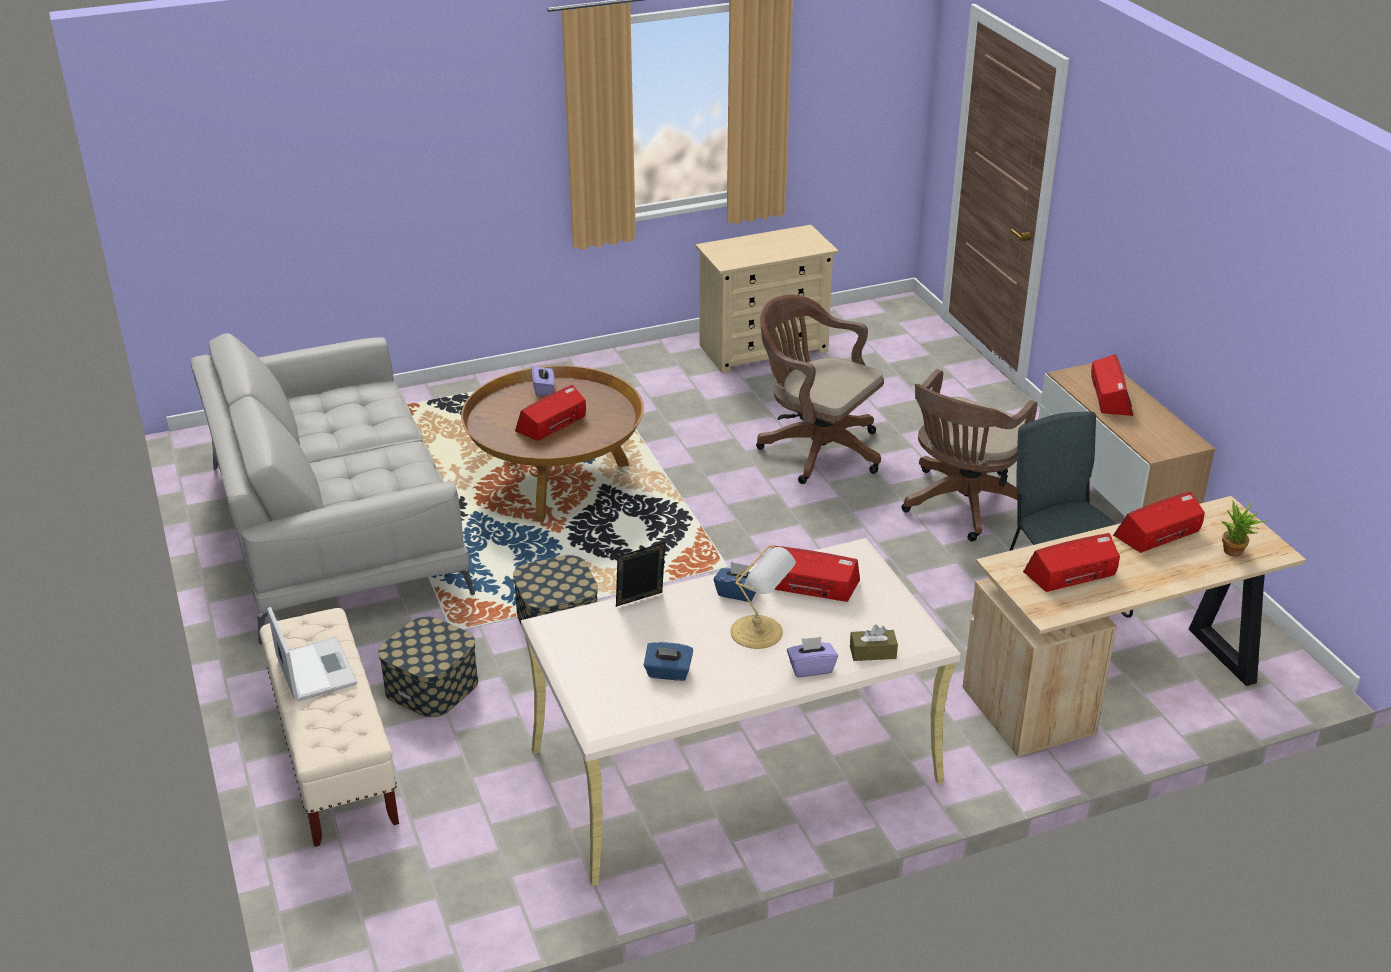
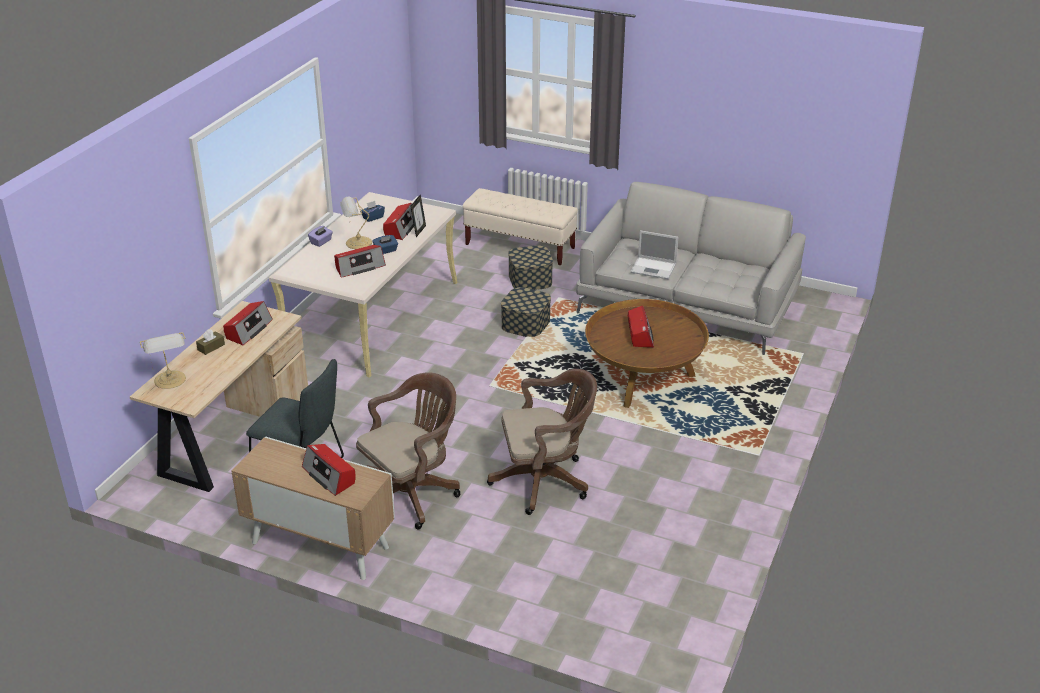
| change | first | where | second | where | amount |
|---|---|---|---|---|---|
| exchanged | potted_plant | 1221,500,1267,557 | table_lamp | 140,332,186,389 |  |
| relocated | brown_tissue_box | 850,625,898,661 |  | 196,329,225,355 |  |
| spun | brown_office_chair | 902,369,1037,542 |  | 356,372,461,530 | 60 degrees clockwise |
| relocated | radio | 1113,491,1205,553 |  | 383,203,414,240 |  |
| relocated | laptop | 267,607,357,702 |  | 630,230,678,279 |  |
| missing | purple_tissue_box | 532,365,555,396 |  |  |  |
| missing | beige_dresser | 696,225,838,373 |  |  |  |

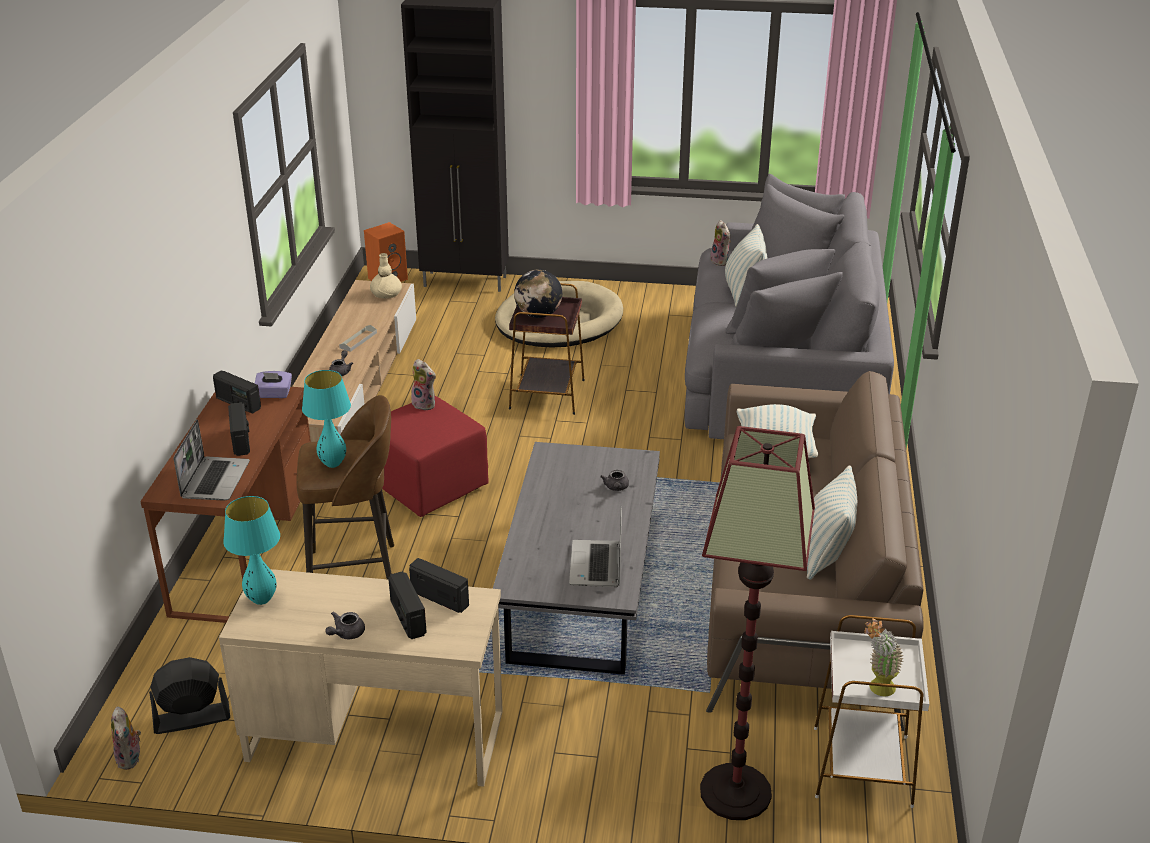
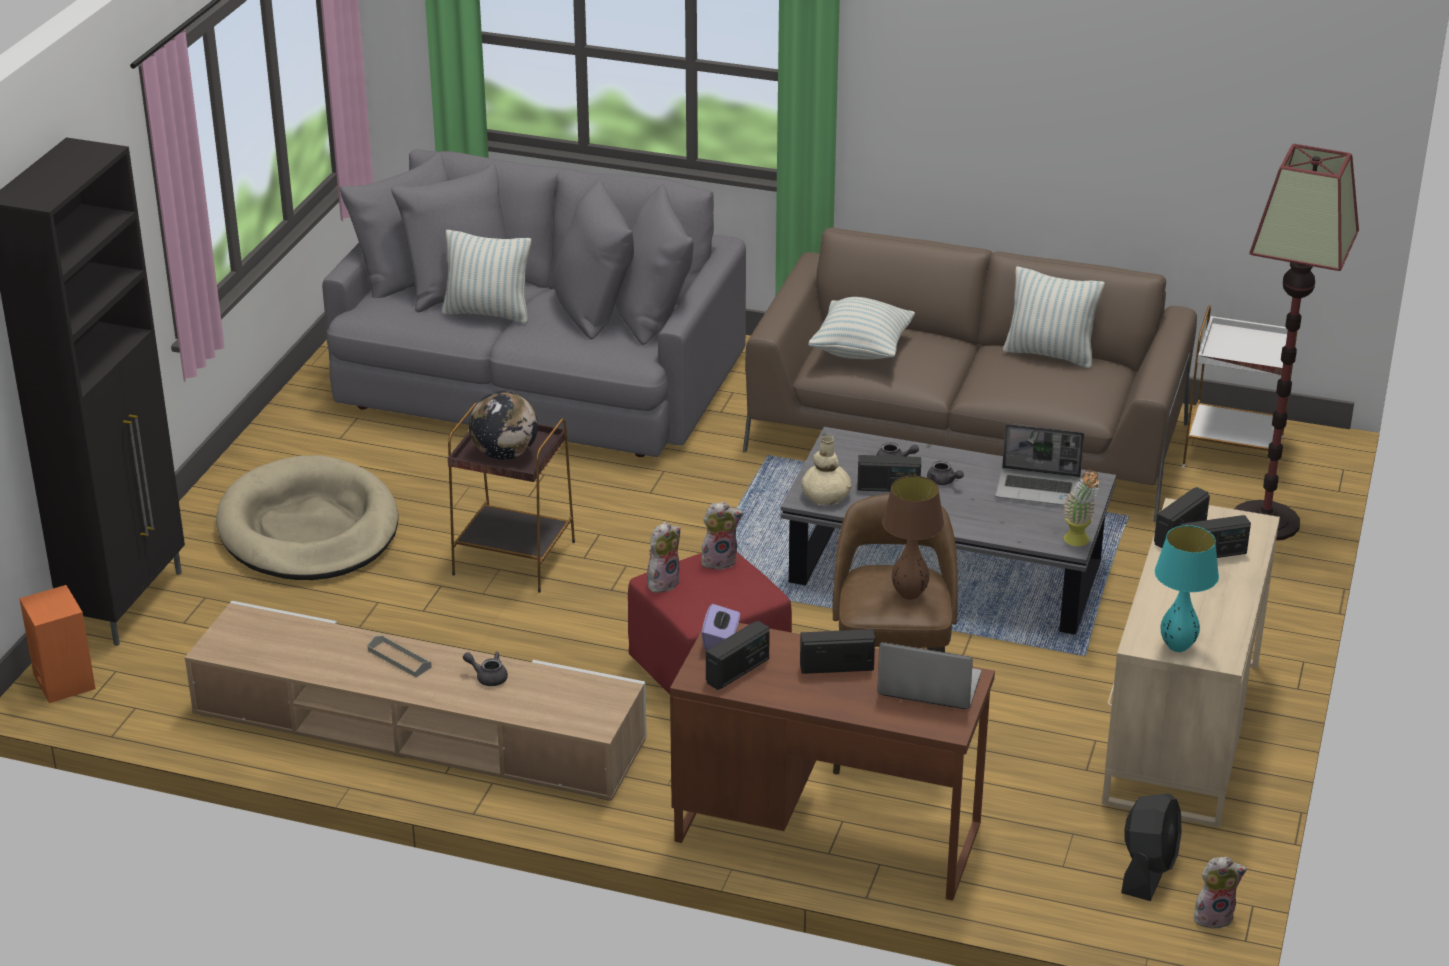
| change | first | where | second | where | amount |
|---|---|---|---|---|---|
| relocated | plush_toy | 710,220,731,266 |  | 701,502,743,570 |  |
| relocated | beige_vase | 370,253,402,299 |  | 801,435,852,505 |  |
| appeared |  |  | radio | 857,455,921,492 |  |
| colour | turquoise_table_lamp | 302,370,351,468 | brown_table_lamp | 882,476,944,600 |  |
| relocated | grey_teapot | 325,612,365,639 |  | 927,461,964,485 |  |
| relocated | potted_plant | 864,618,904,697 |  | 1063,469,1101,546 |  |
| spun | black_fan | 149,657,230,734 |  | 1121,794,1182,901 | 150 degrees counterclockwise |

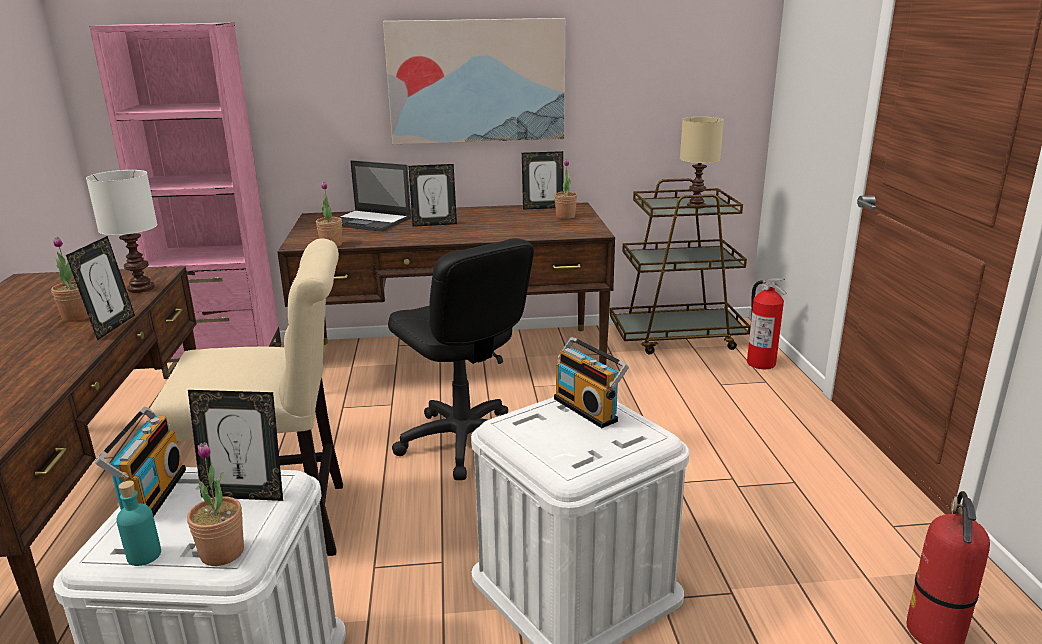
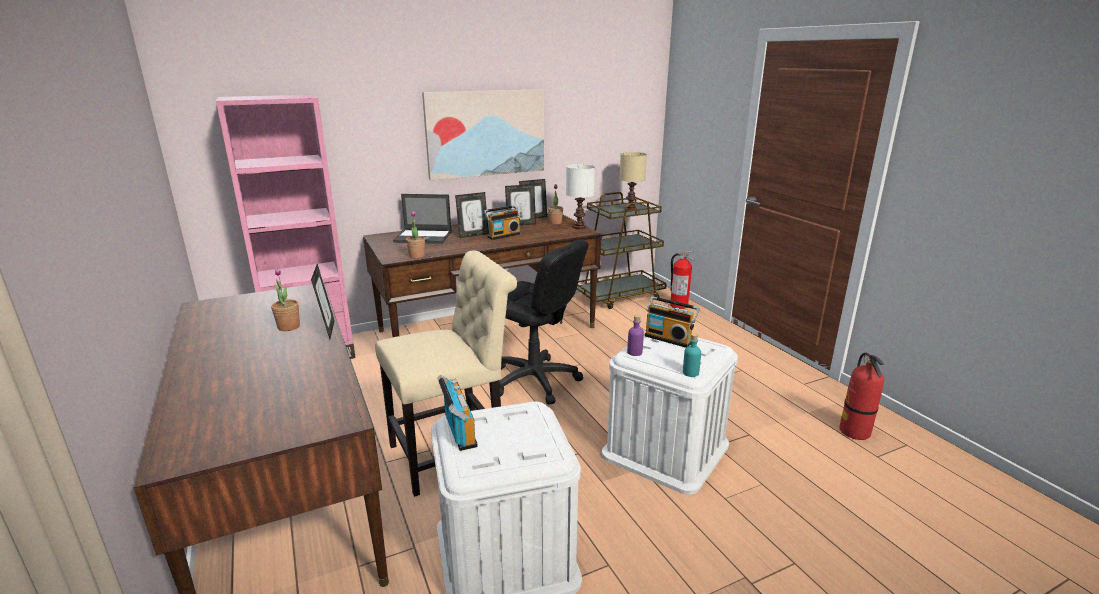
| change | first | where | second | where | amount |
|---|---|---|---|---|---|
| appeared |  |  | radio | 484,205,520,240 |  |
| relocated | picture_frame | 188,390,283,501 |  | 505,184,536,225 |  |
| relocated | white_table_lamp | 86,170,157,293 |  | 566,164,595,229 |  |
| appeared |  |  | purple_bottle | 627,315,644,356 |  |
| relocated | turquoise_bottle | 116,481,161,566 |  | 683,333,701,377 |  |
| missing | potted_plant | 187,442,244,566 |  |  |  |

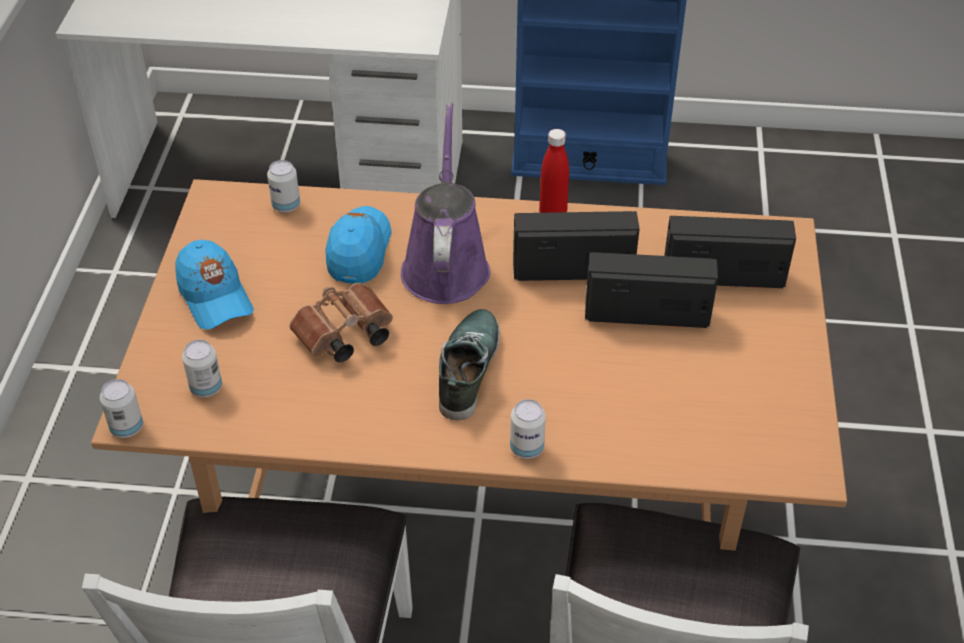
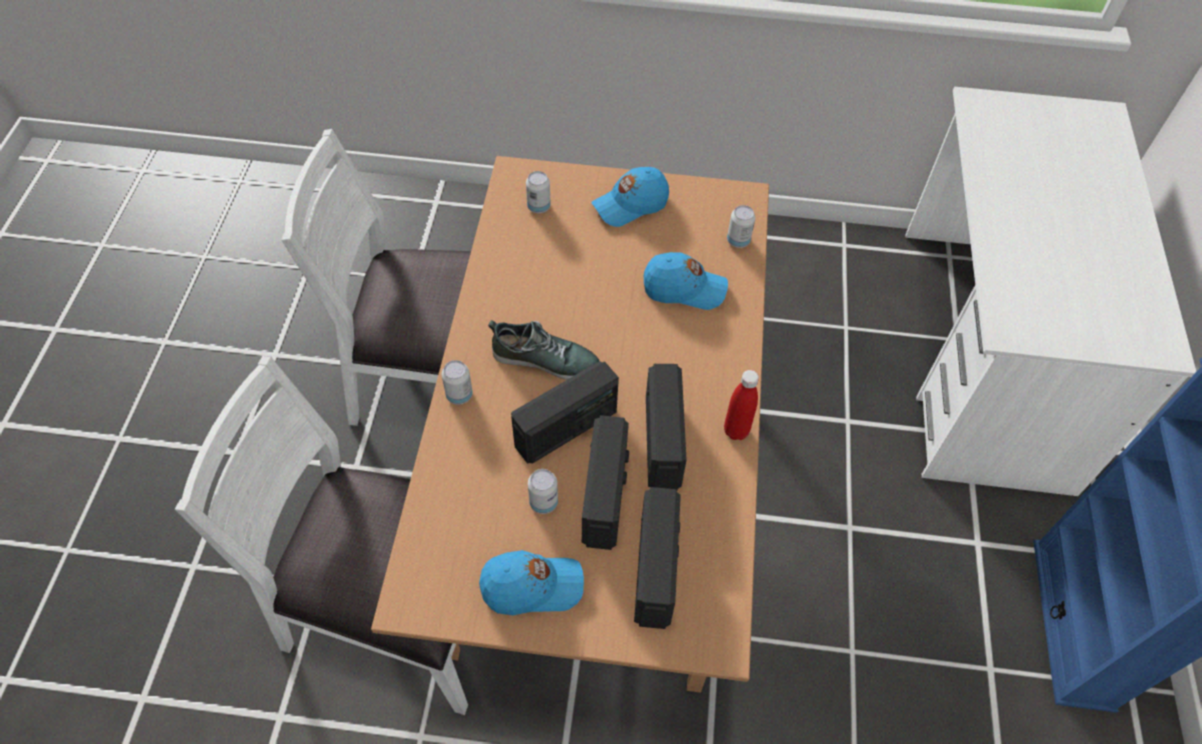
| change | first | where | second | where | amount |
|---|---|---|---|---|---|
| appeared |  |  | blue_cap | 479,550,584,615 |  |
| appeared |  |  | radio | 511,361,619,464 |  |
| relocated | can | 100,379,143,438 |  | 528,469,558,514 |  |
| missing | brown_binoculars | 289,283,393,362 |  |  |  |
| missing | purple_watering_can | 401,103,490,304 |  |  |  |

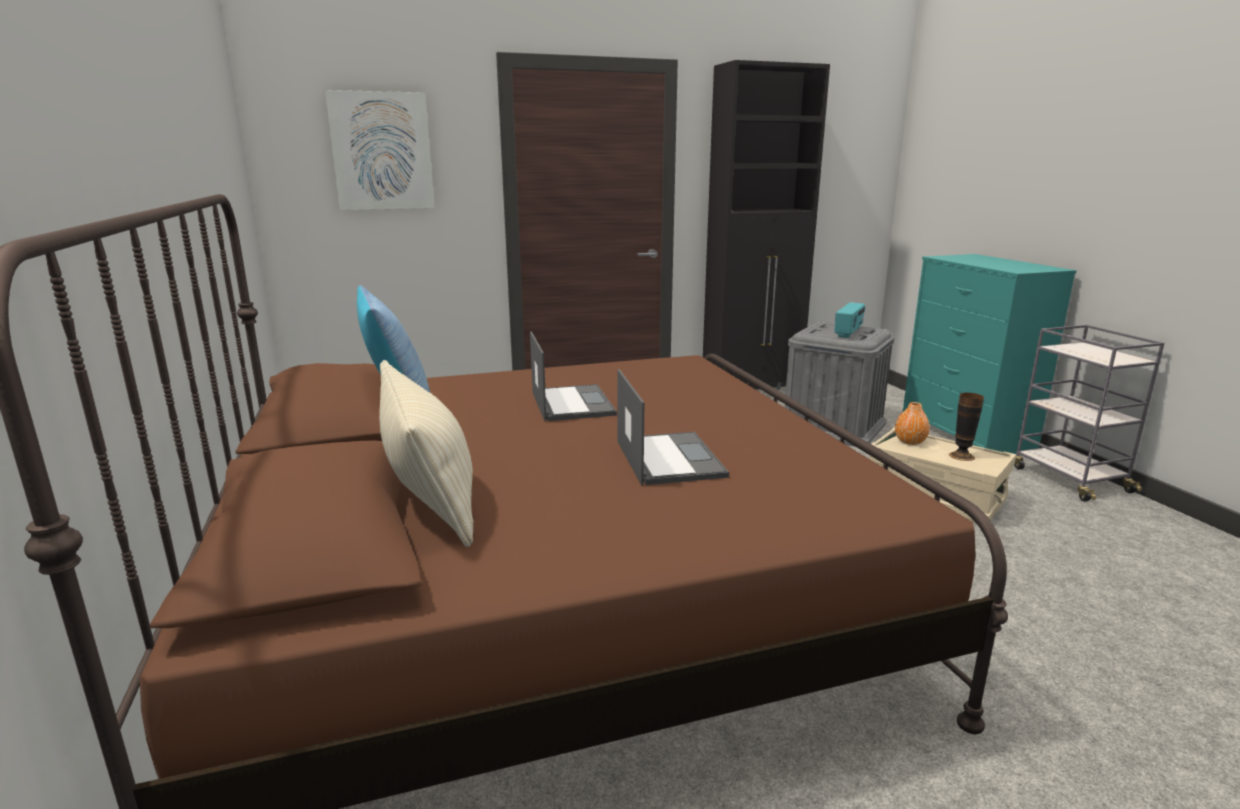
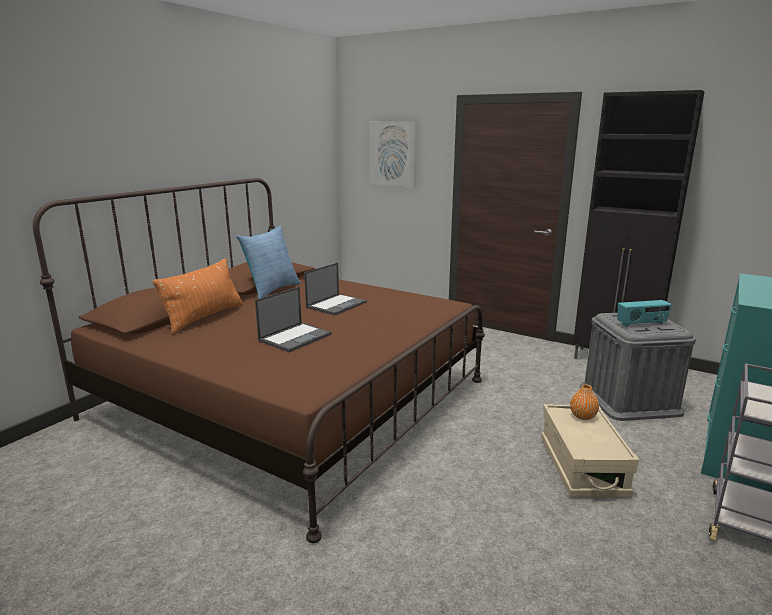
| change | first | where | second | where | amount |
|---|---|---|---|---|---|
| colour | beige_pillow | 379,360,473,547 | orange_pillow | 153,258,243,334 |  |
| missing | vase | 949,393,984,461 |  |  |  |

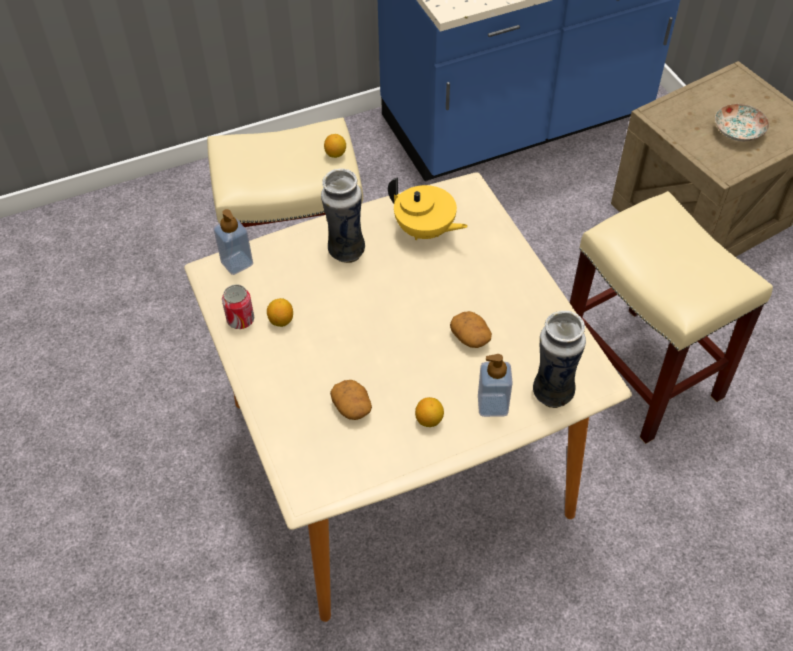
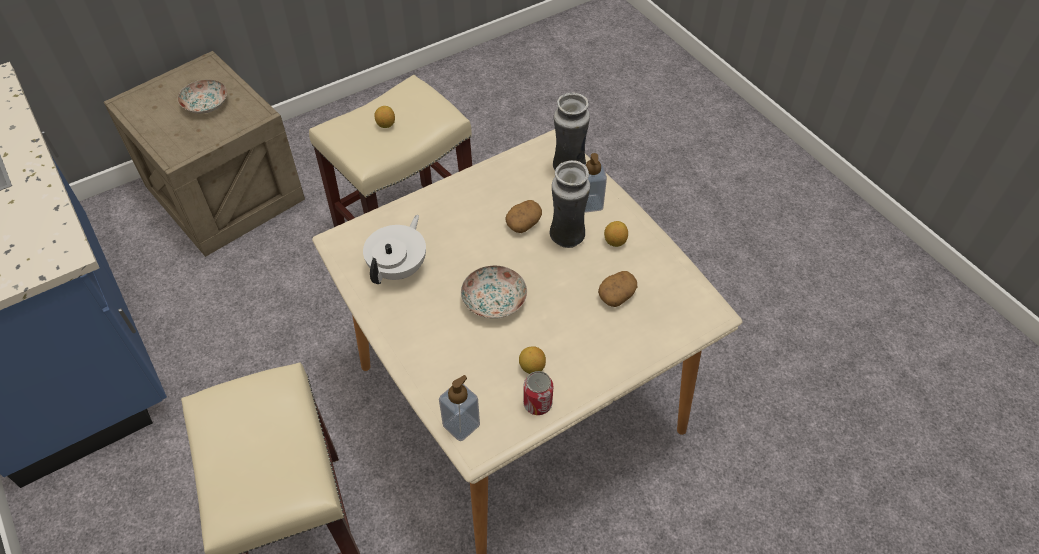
| change | first | where | second | where | amount |
|---|---|---|---|---|---|
| colour | yellow_teapot | 388,177,468,240 | white_teapot | 363,215,426,284 |  |
| relocated | lemon | 324,134,346,158 |  | 374,106,395,128 |  |
| appeared |  |  | plate | 461,266,527,319 |  |
| relocated | vase | 321,168,365,263 |  | 550,160,590,248 |  |

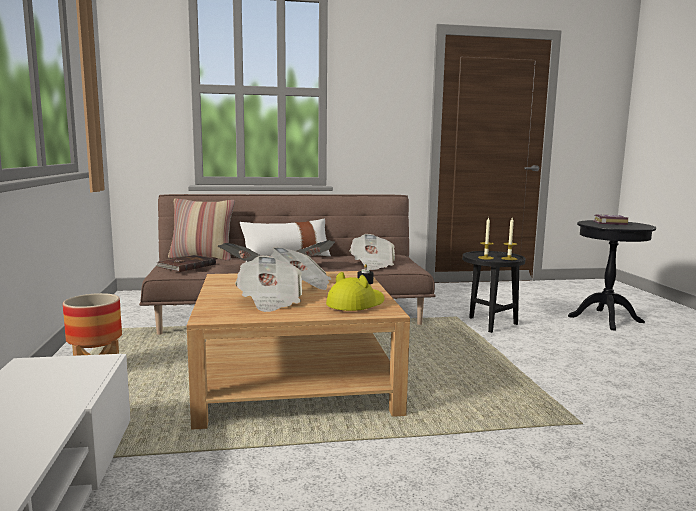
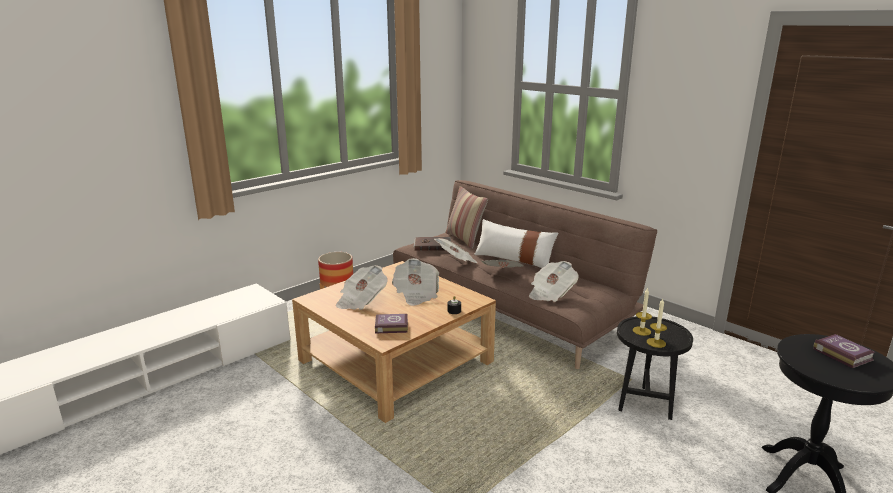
| change | first | where | second | where | amount |
|---|---|---|---|---|---|
| exchanged | yellow_hat | 326,272,385,311 | book | 375,314,408,333 |  |

